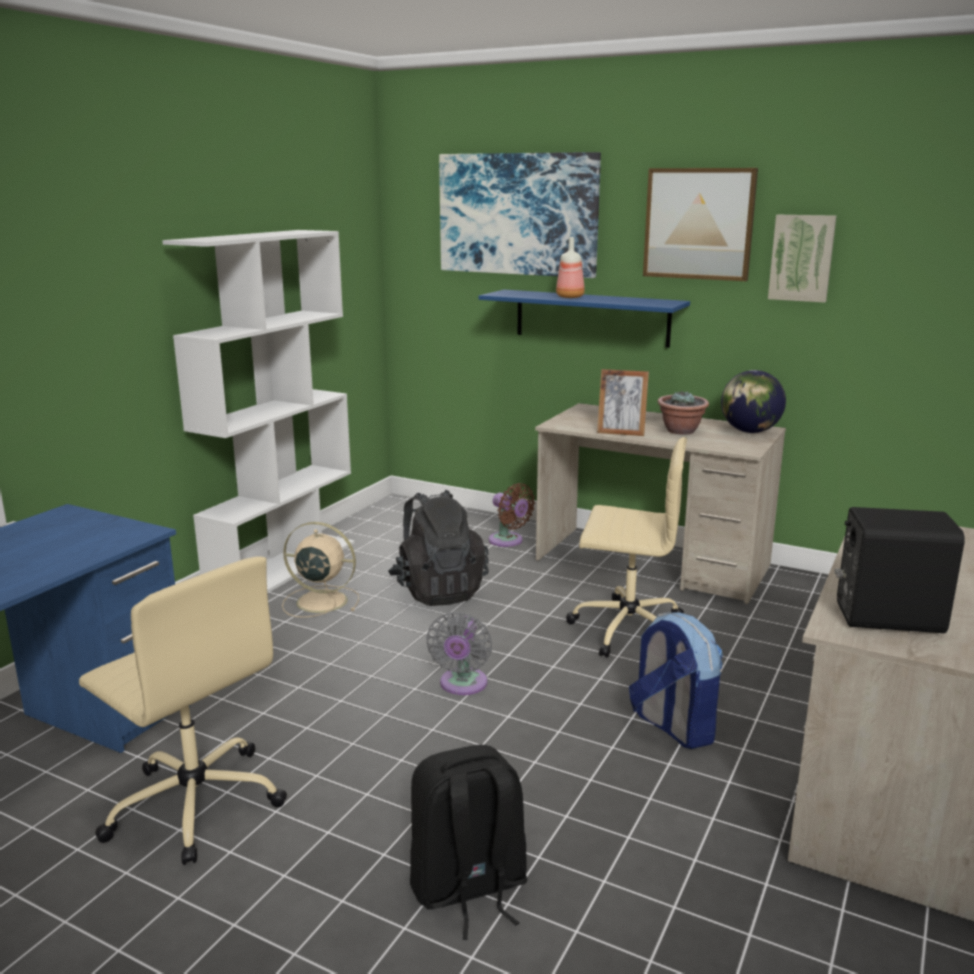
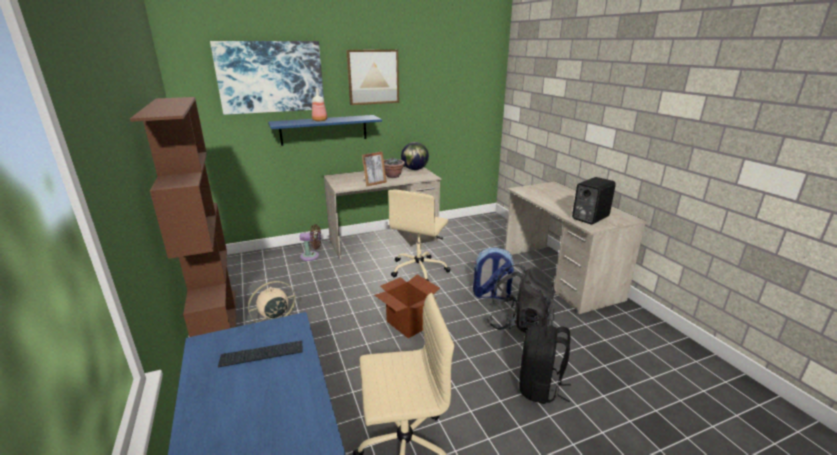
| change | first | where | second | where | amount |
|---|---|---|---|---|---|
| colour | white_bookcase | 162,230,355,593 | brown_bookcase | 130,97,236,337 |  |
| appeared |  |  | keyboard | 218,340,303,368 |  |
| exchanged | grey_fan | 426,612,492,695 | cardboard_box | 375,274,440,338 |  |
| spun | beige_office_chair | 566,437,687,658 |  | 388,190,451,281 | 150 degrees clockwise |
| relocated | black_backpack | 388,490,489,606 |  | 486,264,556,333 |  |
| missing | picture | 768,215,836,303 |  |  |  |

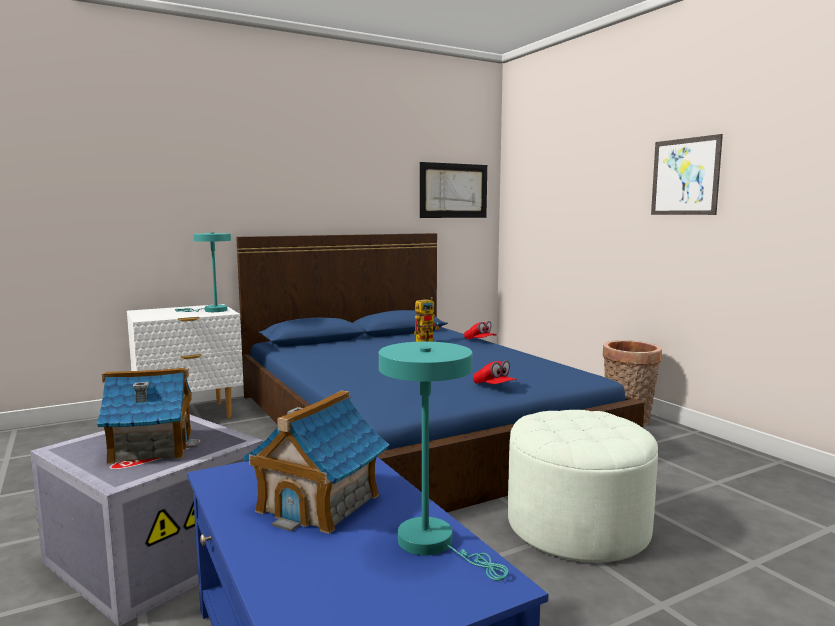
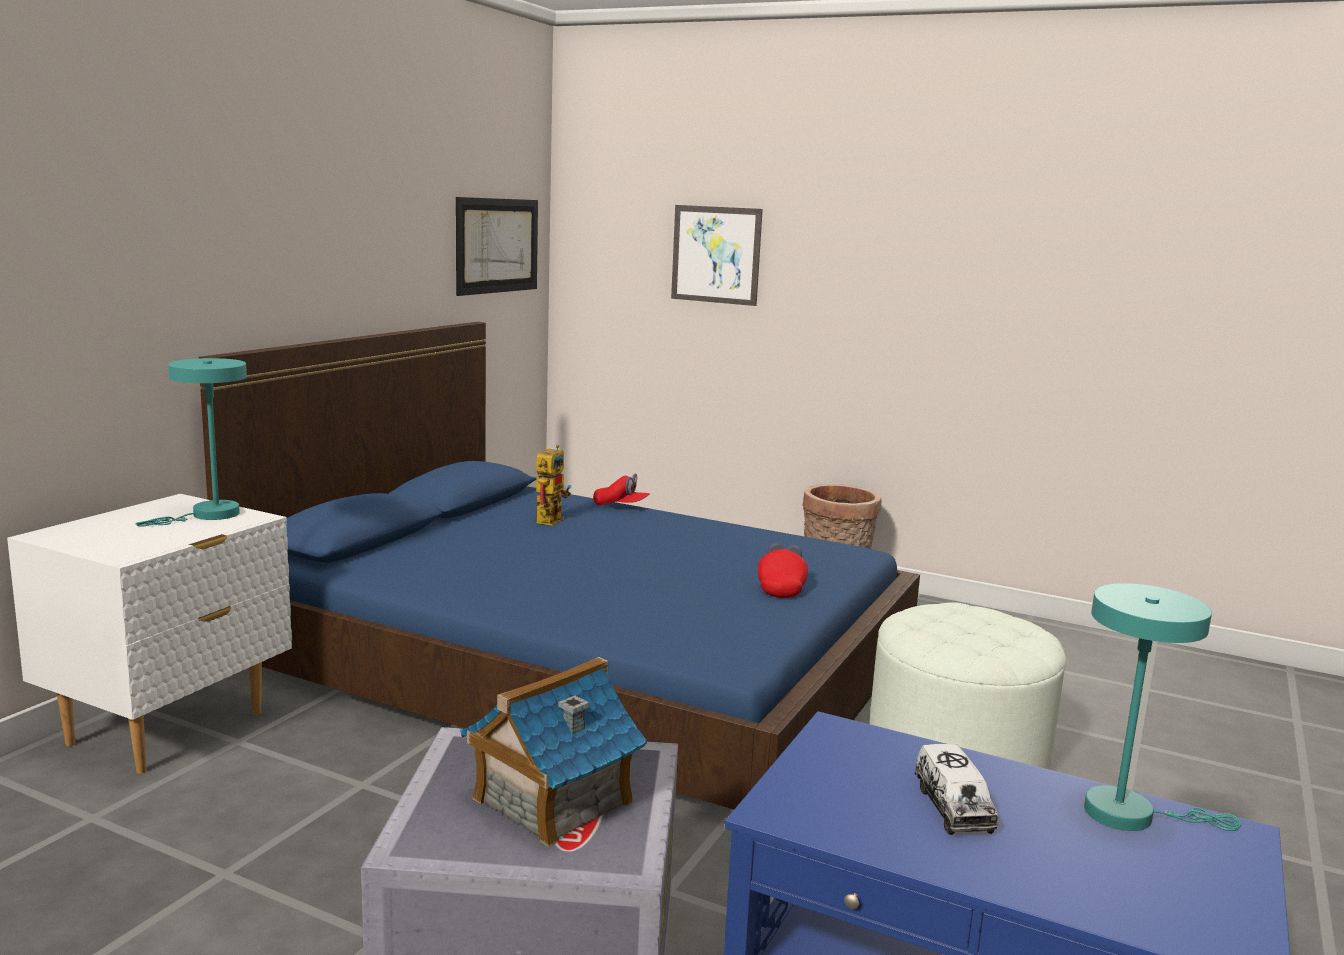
| change | first | where | second | where | amount |
|---|---|---|---|---|---|
| relocated | picture | 651,134,723,215 |  | 671,205,763,306 |  |
| spun | red_cap | 473,360,517,384 |  | 758,543,808,598 | 105 degrees counterclockwise |
| exchanged | toy_house | 243,390,389,534 | toy_truck | 914,744,998,835 |  |

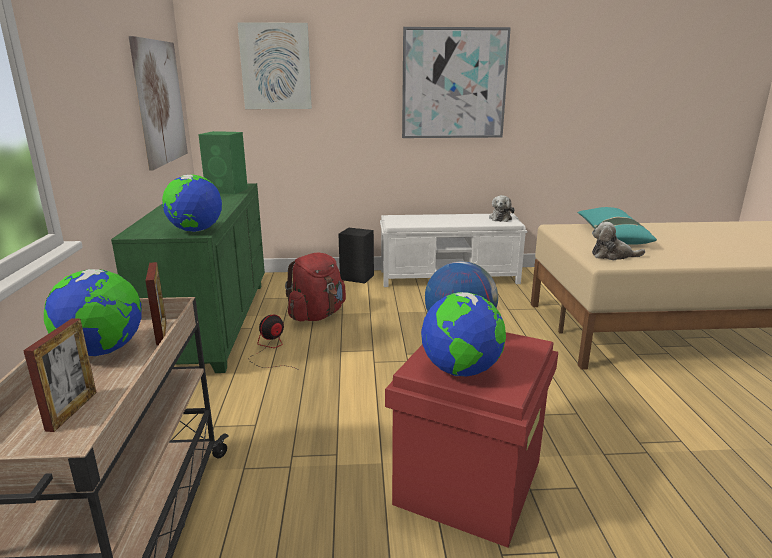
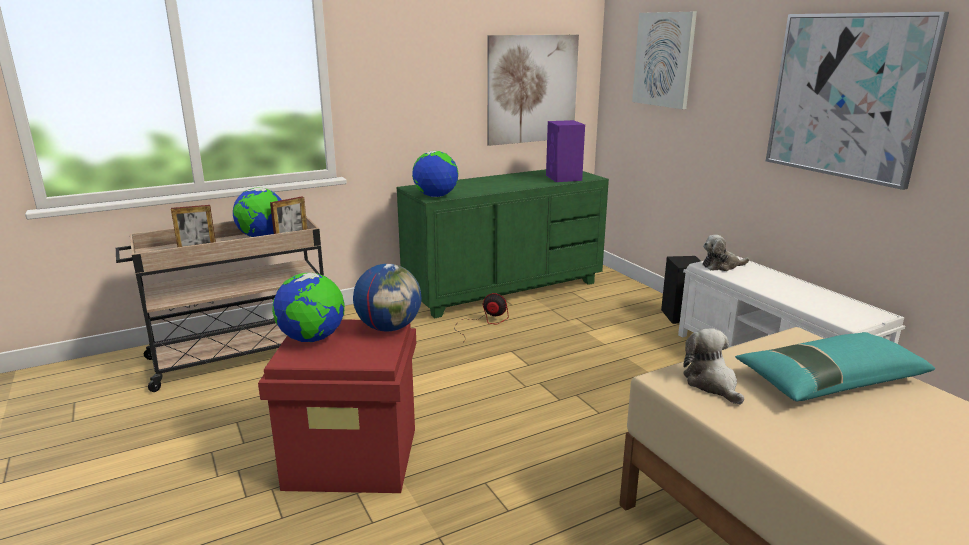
| change | first | where | second | where | amount |
|---|---|---|---|---|---|
| colour | green_speaker | 198,131,248,194 | purple_speaker | 546,120,585,182 |  |
| relocated | plush_toy | 489,195,515,222 |  | 703,235,749,271 |  |
| missing | red_backpack | 285,252,346,321 |  |  |  |

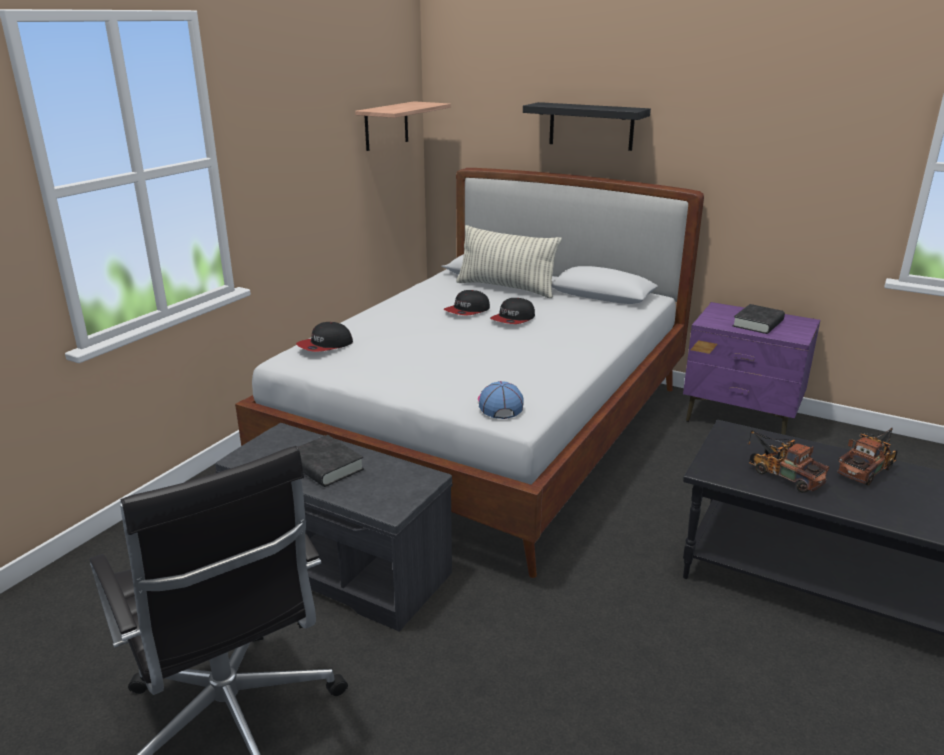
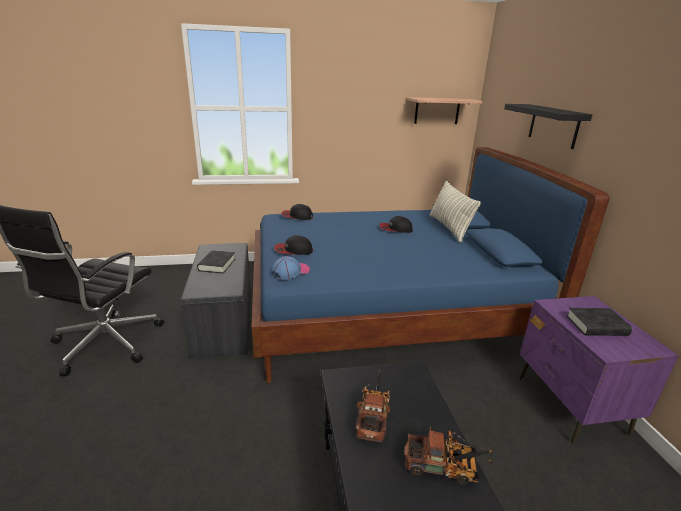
| change | first | where | second | where | amount |
|---|---|---|---|---|---|
| colour | white_bed | 235,168,704,578 | blue_bed | 252,147,609,383 |  |
| relocated | cap | 490,298,535,324 |  | 274,235,313,255 |  |

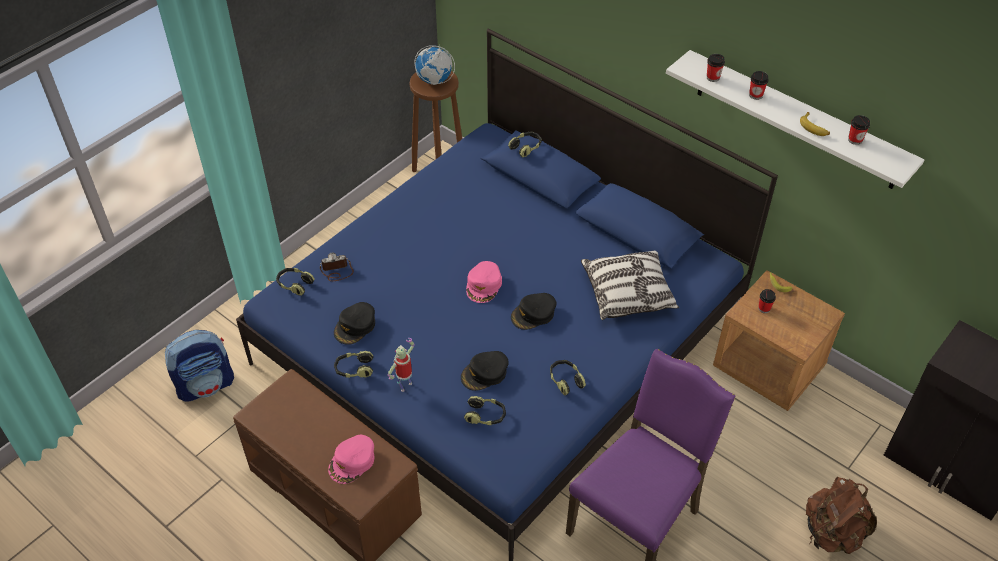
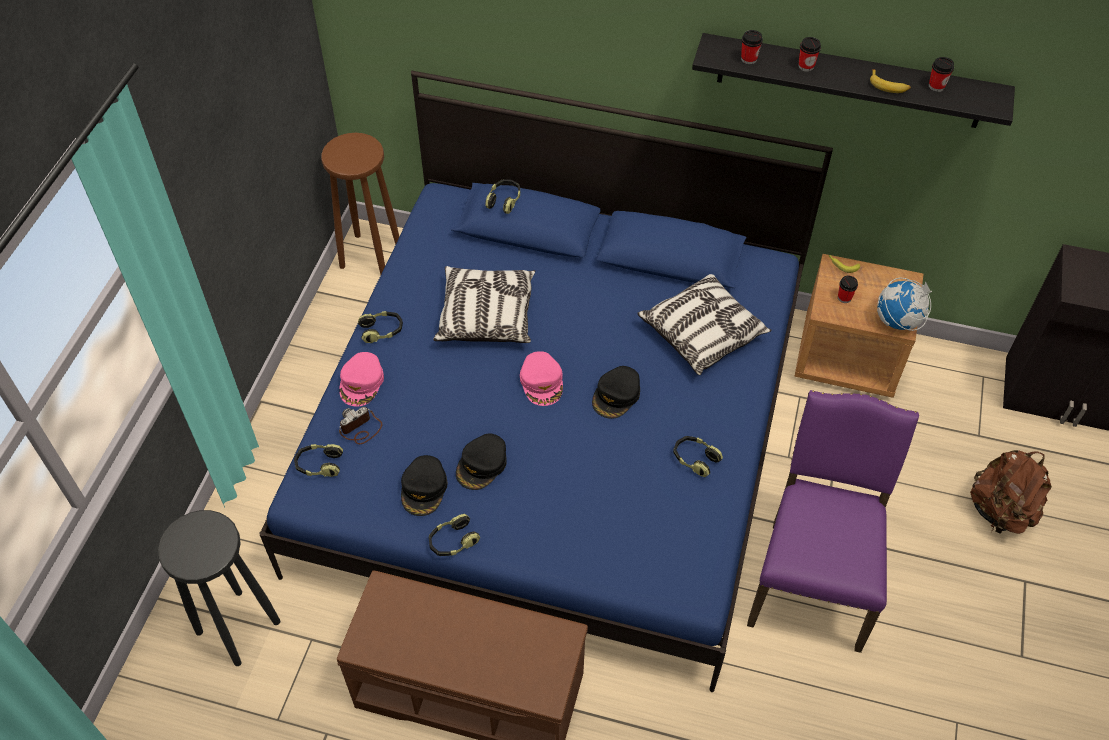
| change | first | where | second | where | amount |
|---|---|---|---|---|---|
| exchanged | backpack | 165,330,234,402 | black_stool | 158,510,281,666 |  |
| relocated | pink_cap | 328,435,374,484 |  | 339,352,384,406 |  |
| relocated | headphones | 464,396,506,425 |  | 358,311,403,343 |  |
| appeared |  |  | pillow | 433,266,535,343 |  |
| relocated | black_cap | 461,351,509,391 |  | 456,433,507,490 |  |
| colour | white_shelf | 666,50,924,189 | black_shelf | 692,33,1015,128 |  |
| relocated | globe | 415,45,455,85 |  | 877,278,932,331 |  |
| missing | toy_robot | 387,338,415,392 |  |  |  |

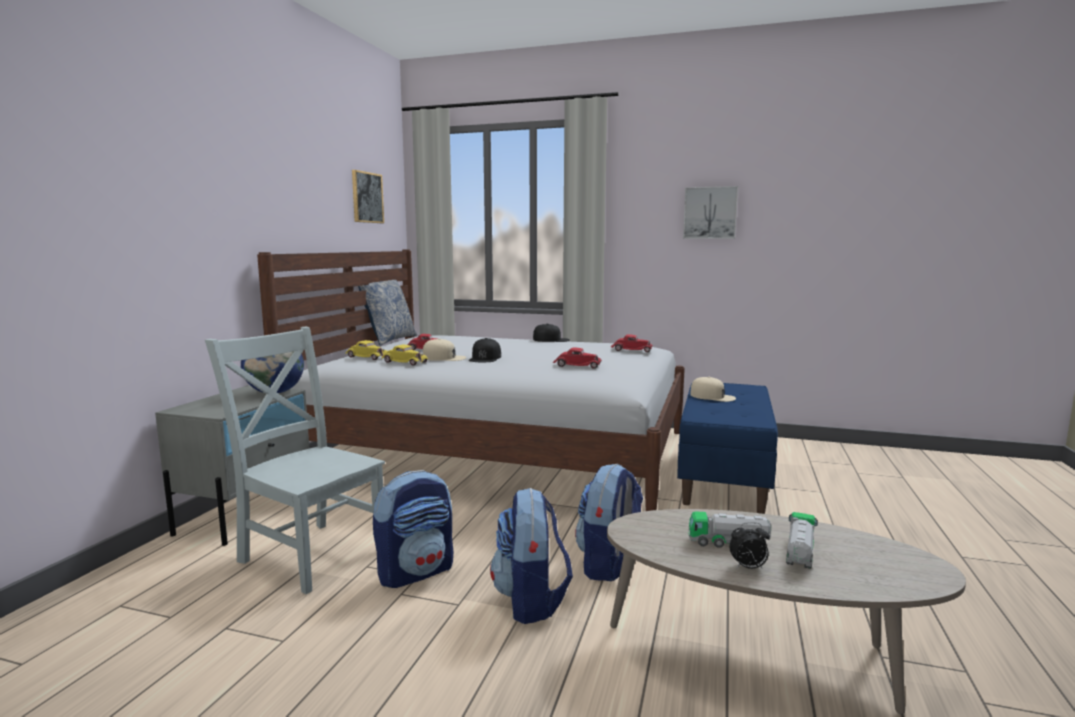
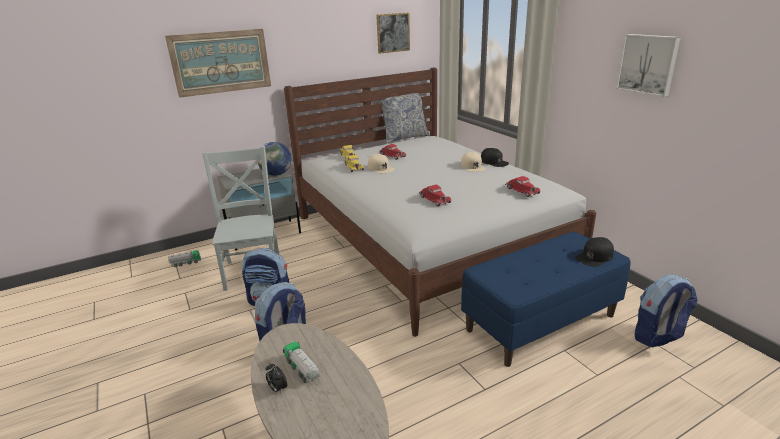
| change | first | where | second | where | amount |
|---|---|---|---|---|---|
| appeared |  |  | picture | 165,29,271,98 |  |
| relocated | toy_truck | 786,512,818,569 |  | 168,250,201,267 |  |
| relocated | beige_cap | 690,377,736,402 |  | 461,152,486,172 |  |
| relocated | black_cap | 469,338,501,362 |  | 575,237,614,267 |  |
| relocated | backpack | 575,464,643,581 |  | 635,275,697,347 |  |

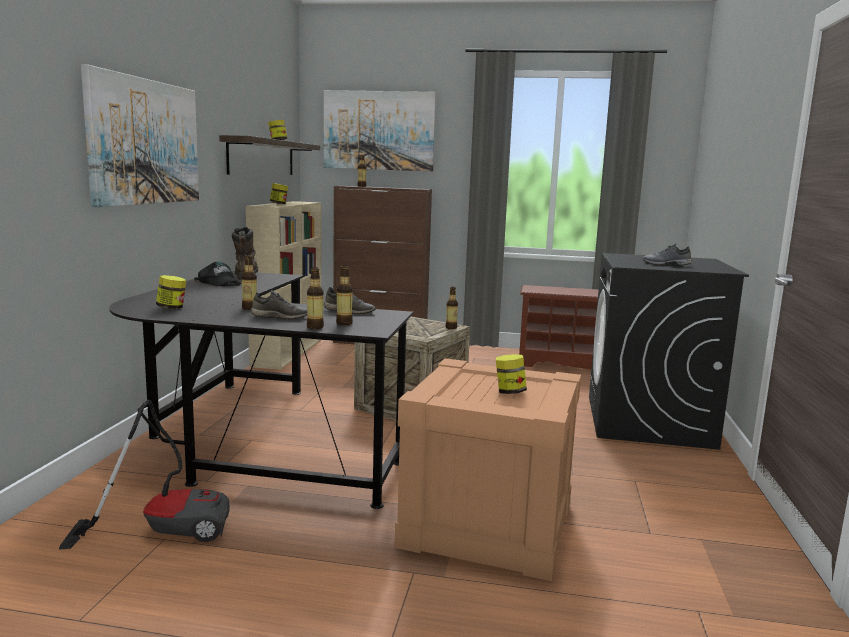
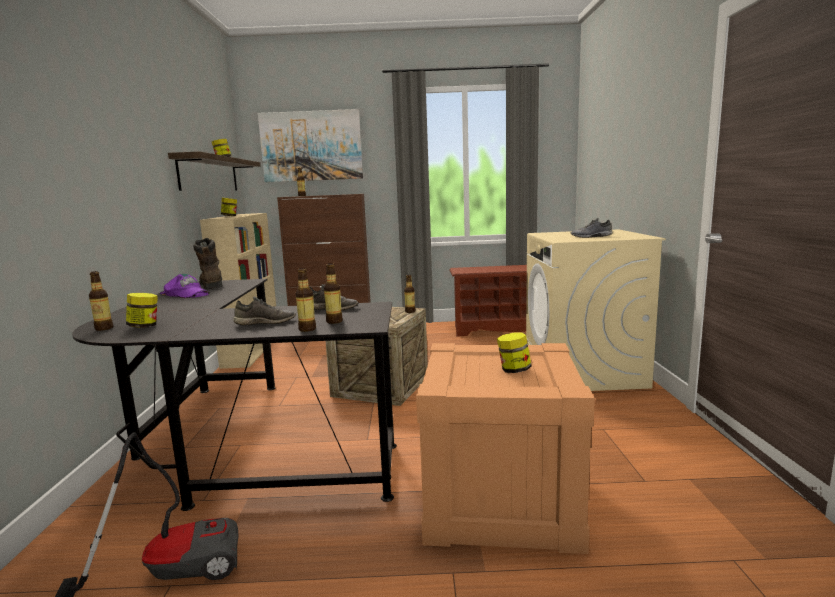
| change | first | where | second | where | amount |
|---|---|---|---|---|---|
| relocated | bottle | 241,255,257,310 |  | 89,271,113,331 |  |
| colour | black_cap | 194,262,241,287 | purple_cap | 160,274,210,298 |  |
| colour | black_washing_machine | 589,253,749,450 | beige_washing_machine | 526,229,666,391 |  |
| missing | picture | 81,65,199,207 |  |  |  |

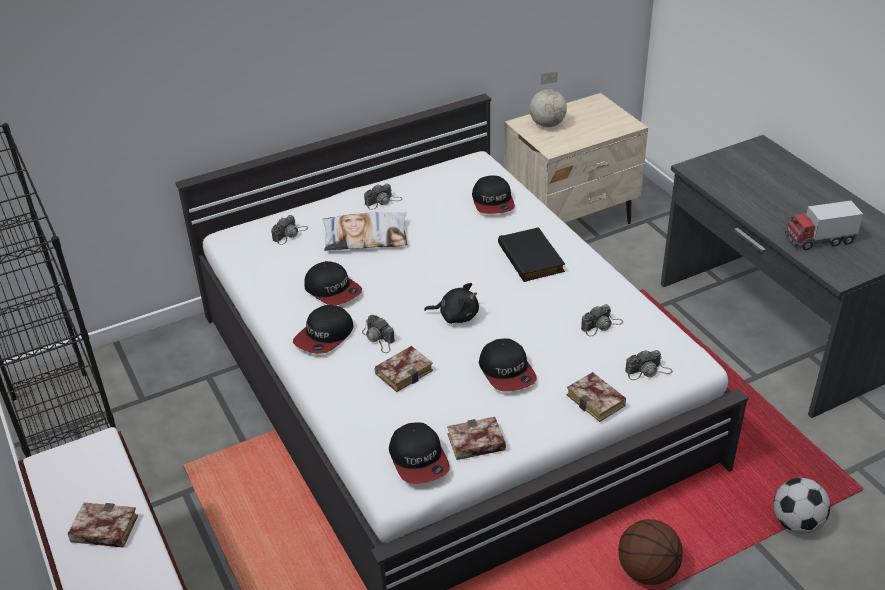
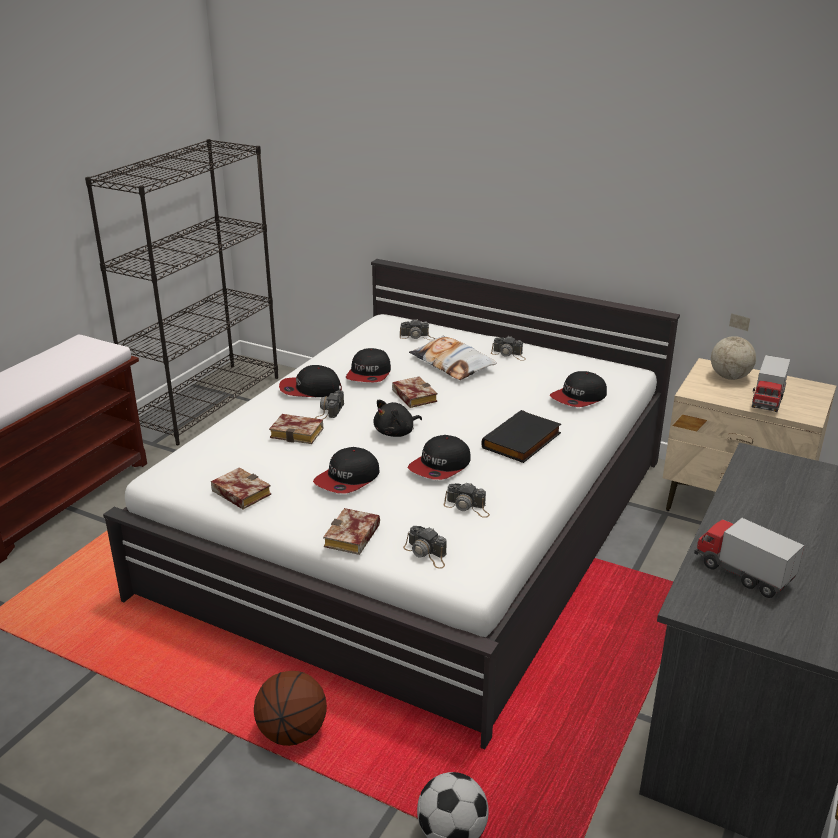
| change | first | where | second | where | amount |
|---|---|---|---|---|---|
| spun | black_plush_toy | 424,283,479,324 |  | 373,400,422,437 | 75 degrees clockwise |
| relocated | book | 68,502,138,548 |  | 392,377,437,408 |  |
| relocated | cap | 389,423,449,484 |  | 408,435,471,480 |  |
| appeared |  |  | toy_truck | 752,355,791,412 |  |

